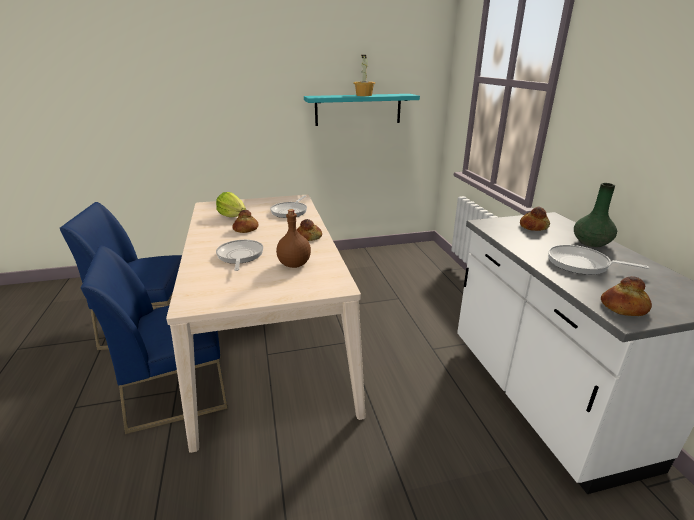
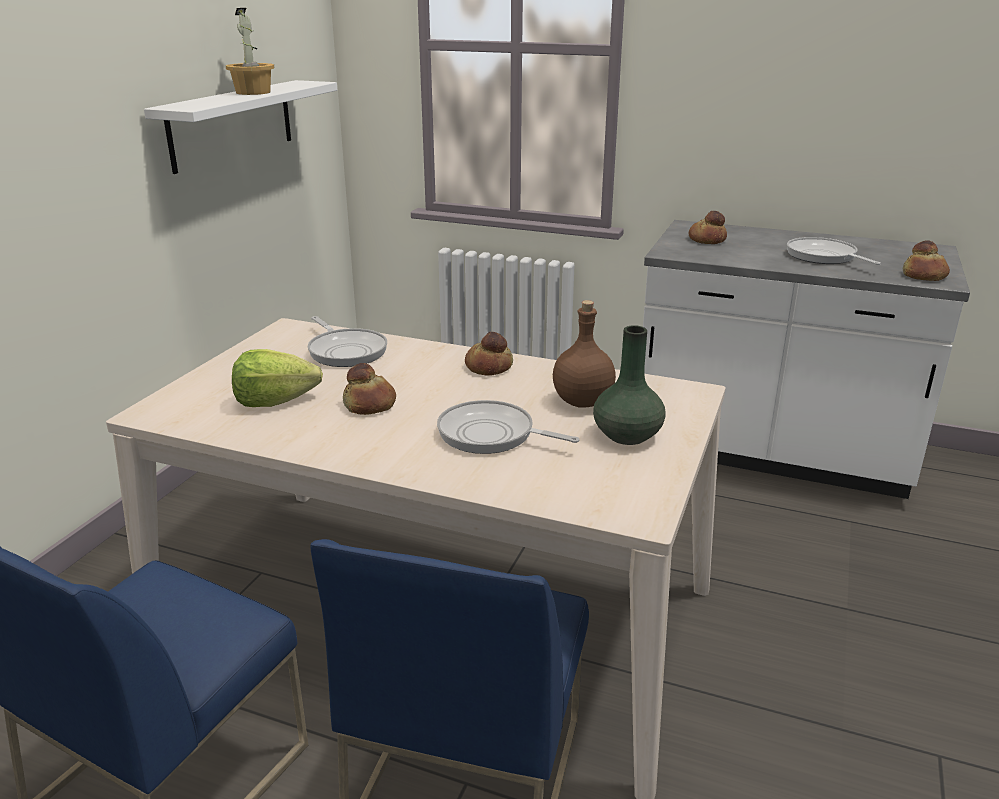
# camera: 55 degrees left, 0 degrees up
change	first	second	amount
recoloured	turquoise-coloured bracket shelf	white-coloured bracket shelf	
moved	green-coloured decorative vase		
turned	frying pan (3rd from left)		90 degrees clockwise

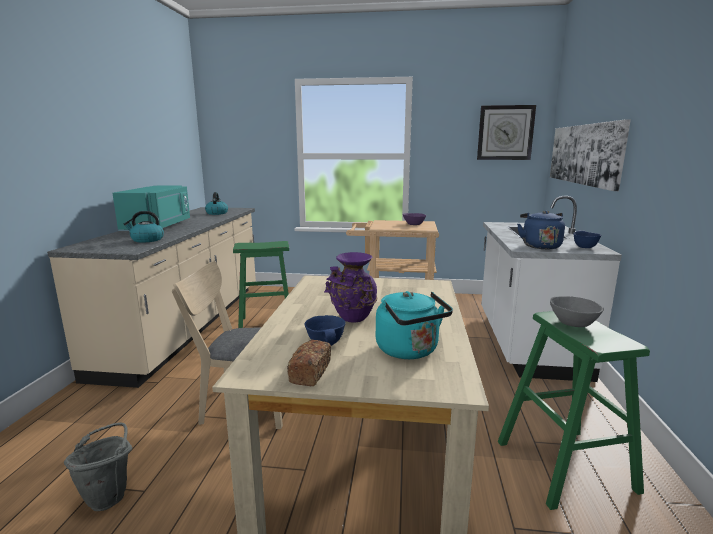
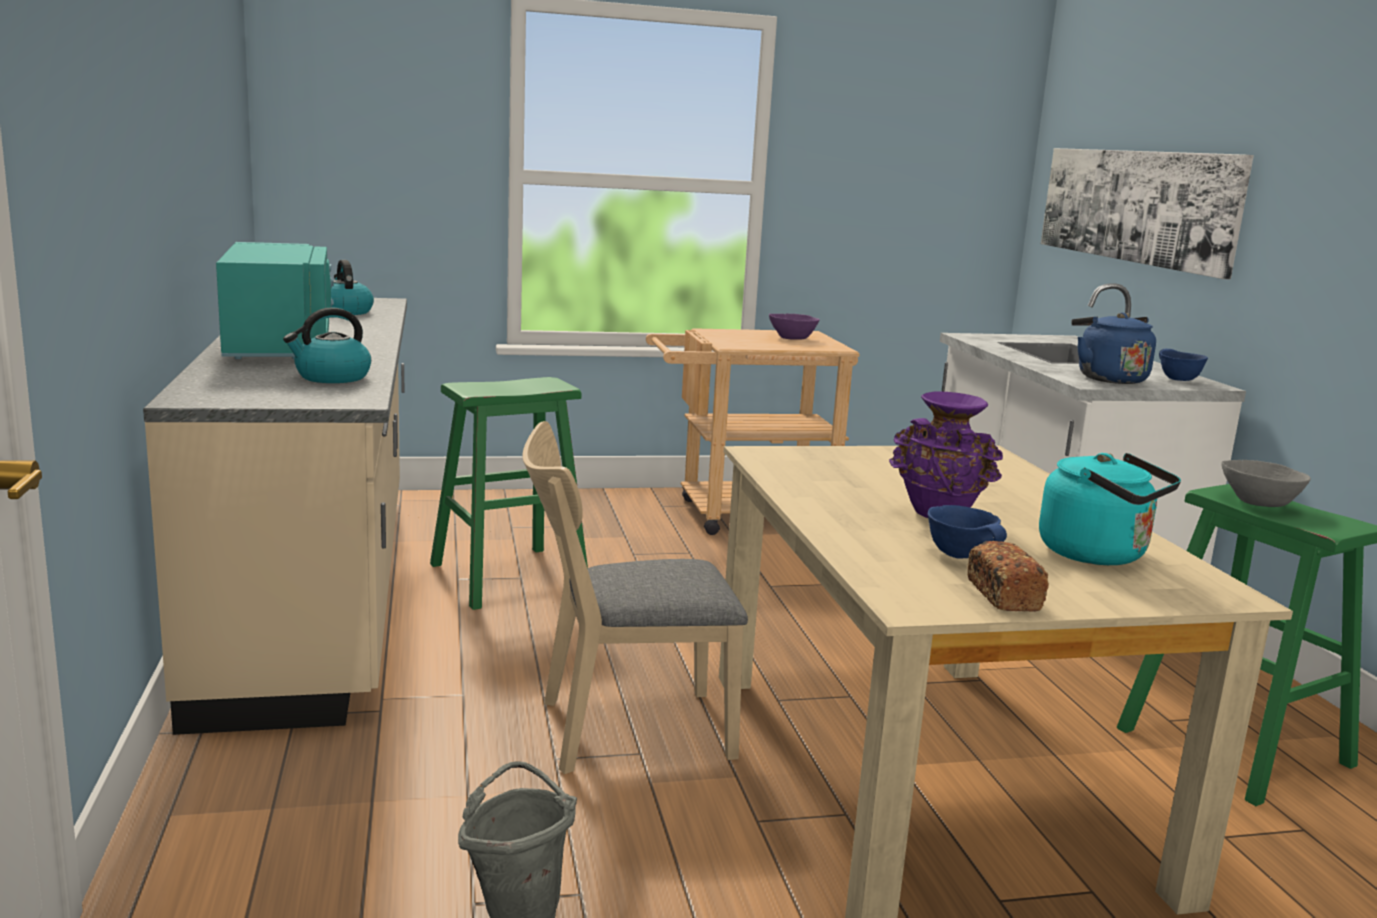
# camera: 20 degrees left, 0 degrees up
change	first	second	amount
removed	wall clock		

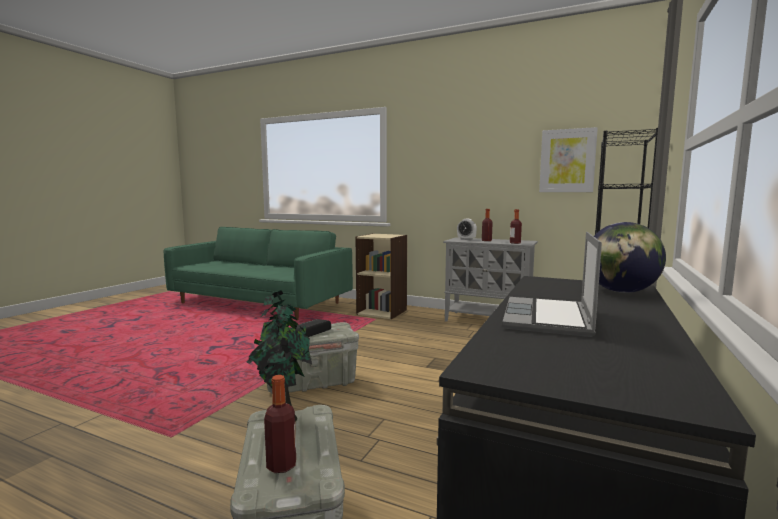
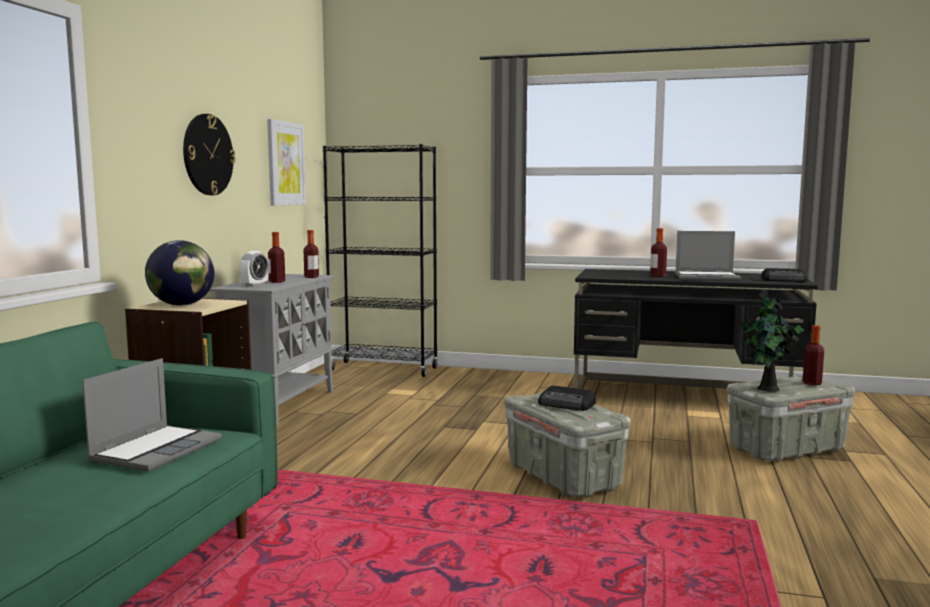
# camera: 100 degrees left, 0 degrees up
change	first	second	amount
moved	globe		
added		wall clock	
added		bottle (3rd from left)	
added		radio set (2nd from left)	
added		portable computer (1st from left)	

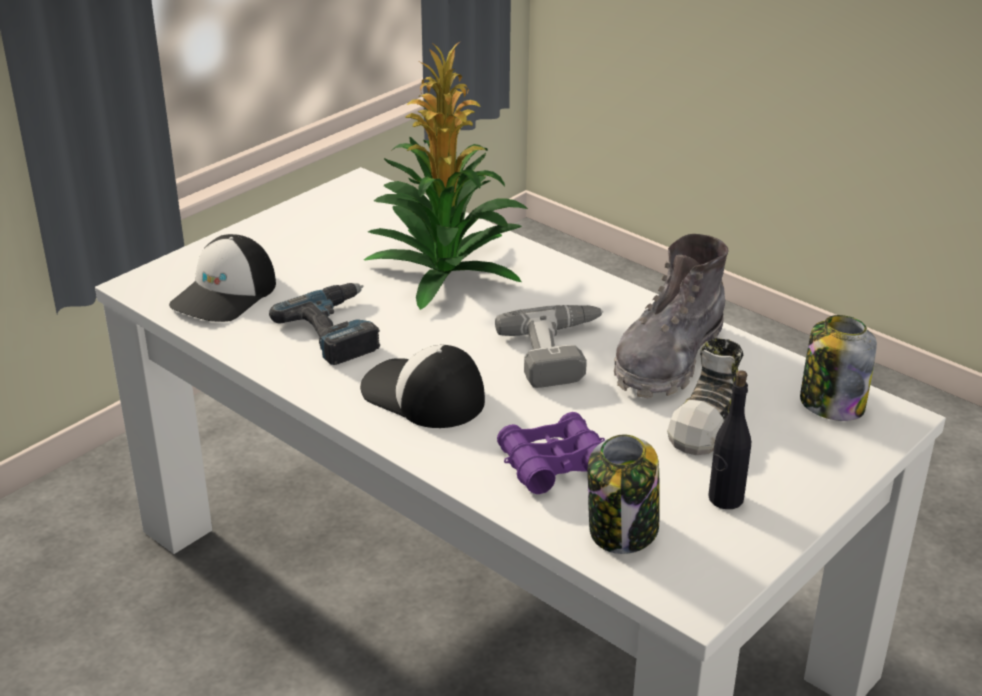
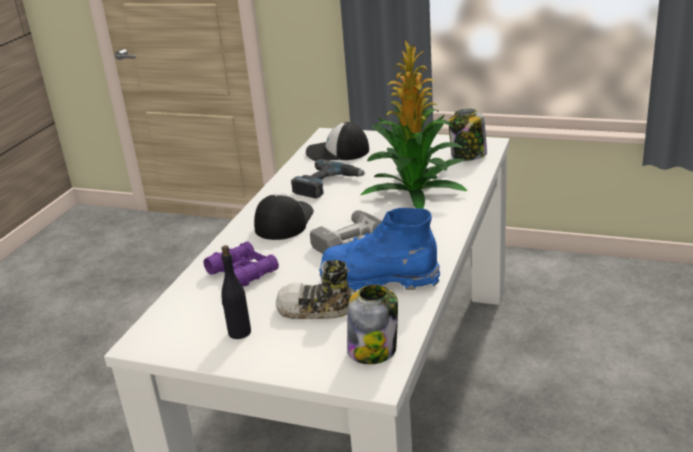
# camera: 70 degrees right, 5 degrees down
change	first	second	amount
recoloured	gray high-top boot	blue high-top boot	
moved	storage jar (1st from left in the first image)	storage jar (2nd from left)	

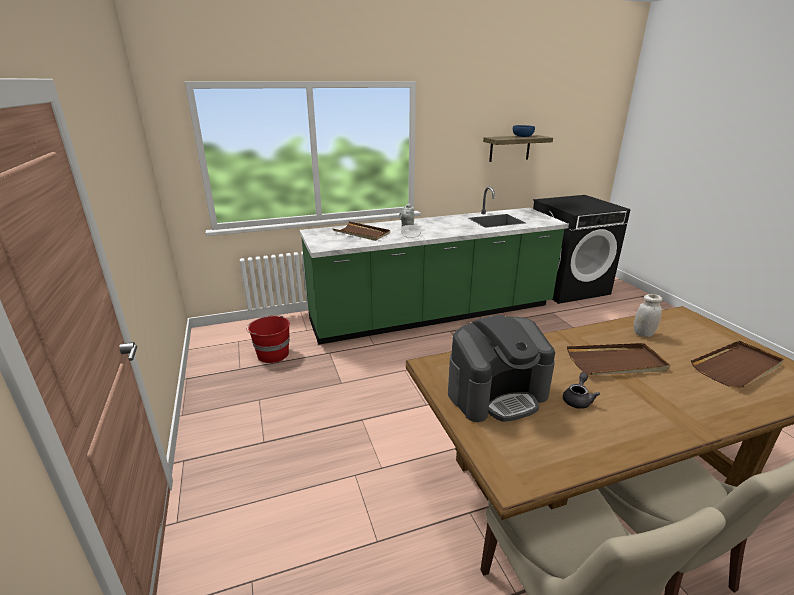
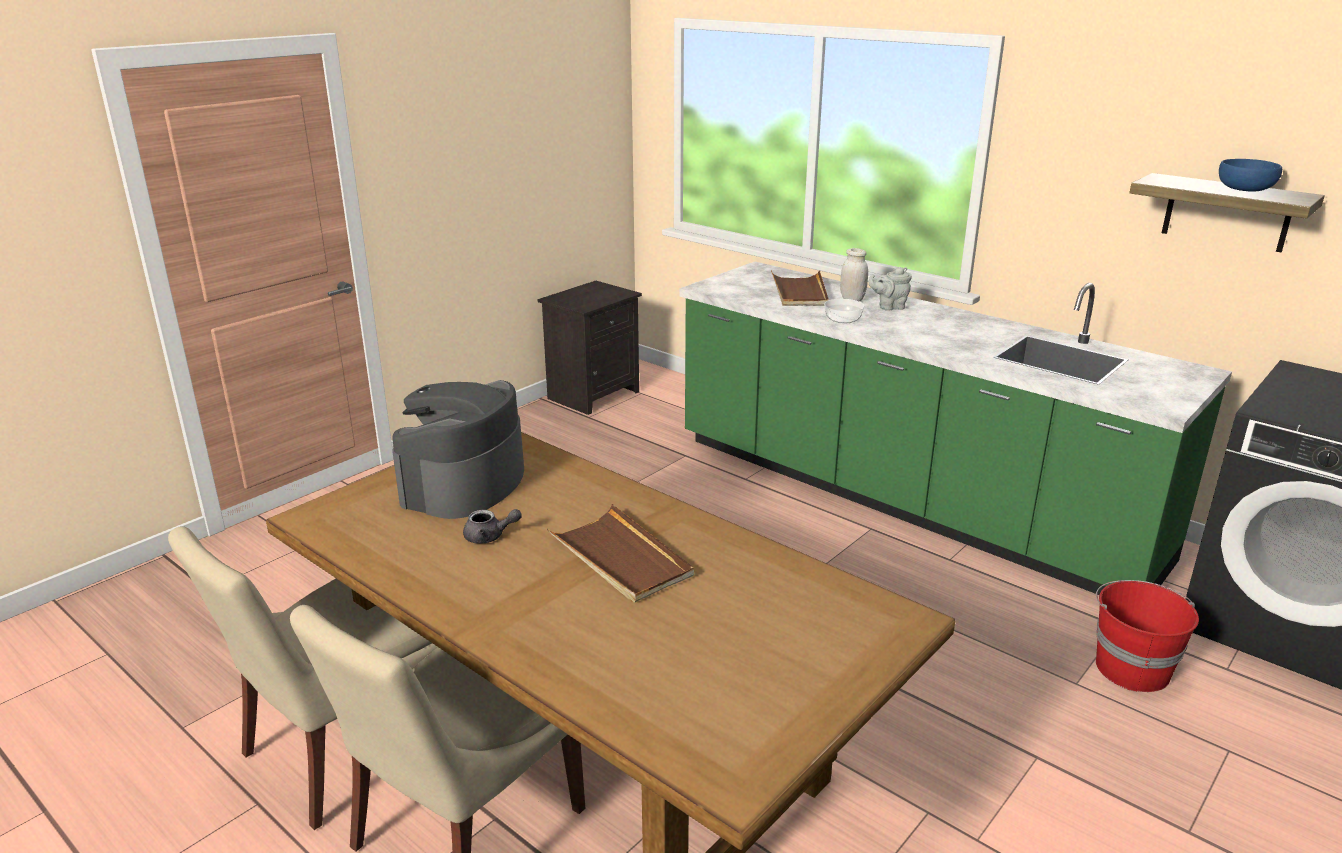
# camera: 60 degrees right, 0 degrees up
change	first	second	amount
moved	white-coloured storage jar		
moved	reddish pail		
turned	coffee machine		75 degrees clockwise
removed	brown-coloured carrying tray (3rd from left)		
added		blackish night table	

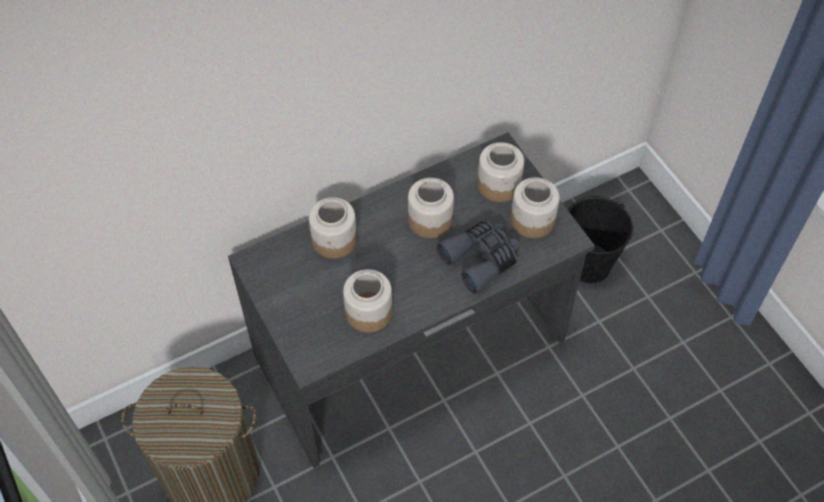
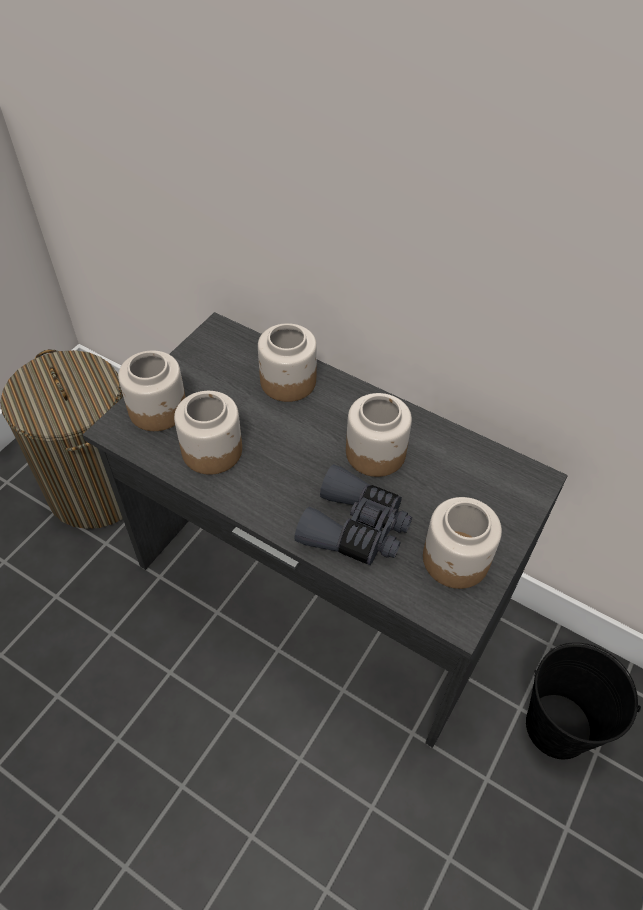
# camera: 60 degrees right, 5 degrees down
change	first	second	amount
moved	storage jar (4th from left in the first image)	storage jar (1st from left)	

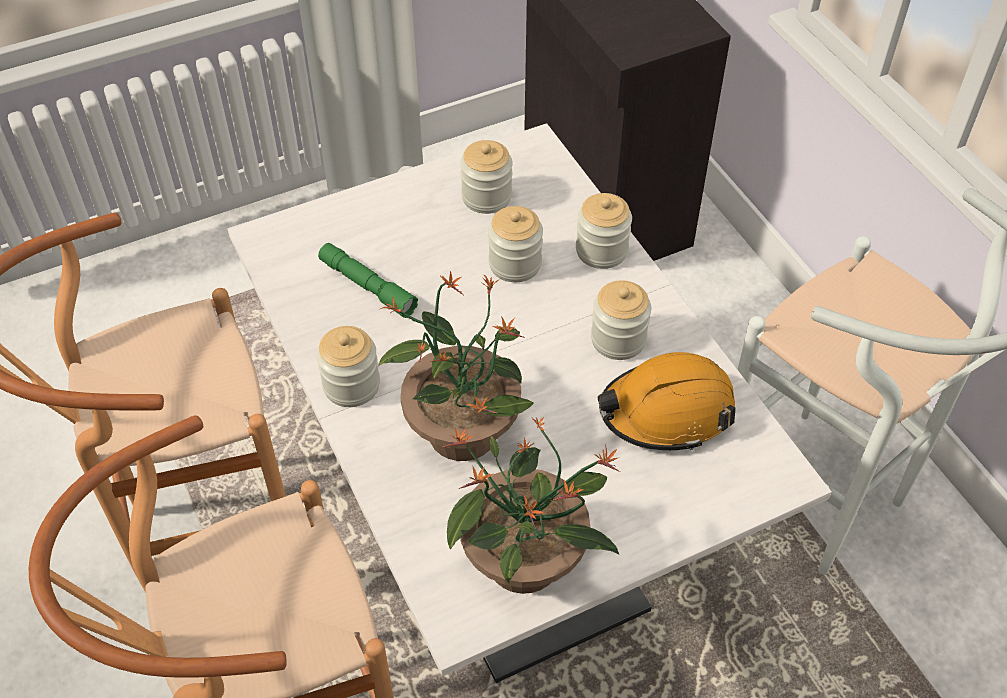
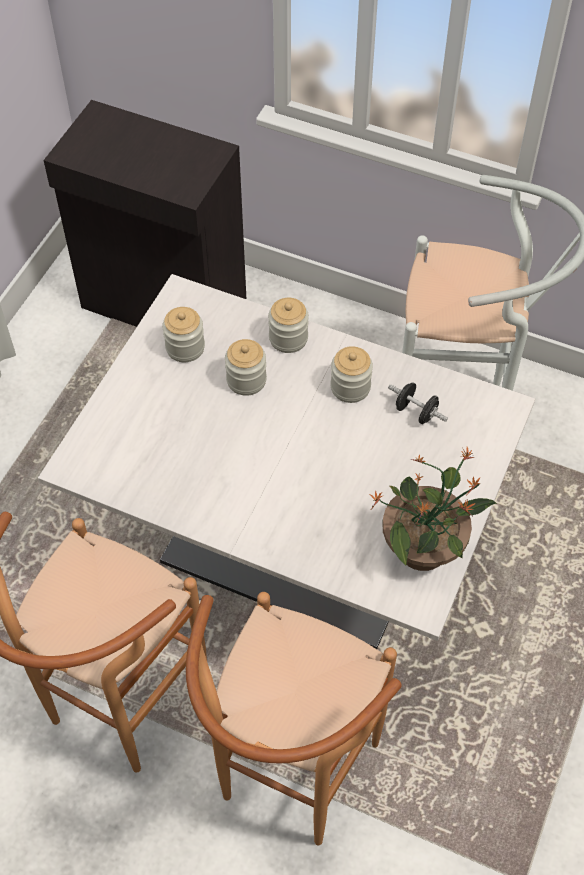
# camera: 40 degrees left, 5 degrees up
change	first	second	amount
removed	green-coloured flashlight		
removed	plant in a pot (1st from left)		
removed	storage jar (1st from left)		
replaced	orange safety helmet	blackish free weight	

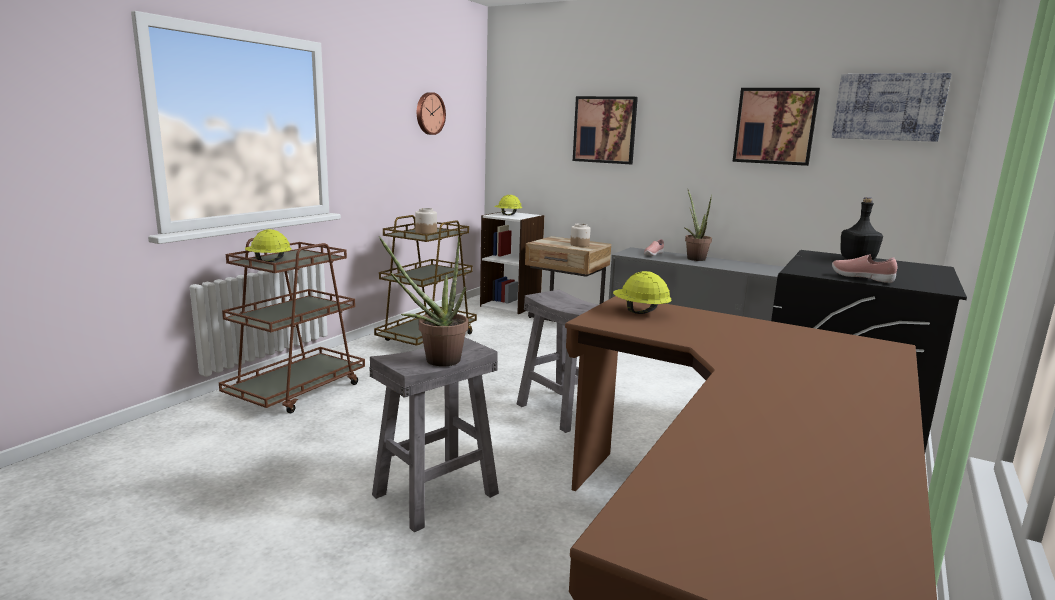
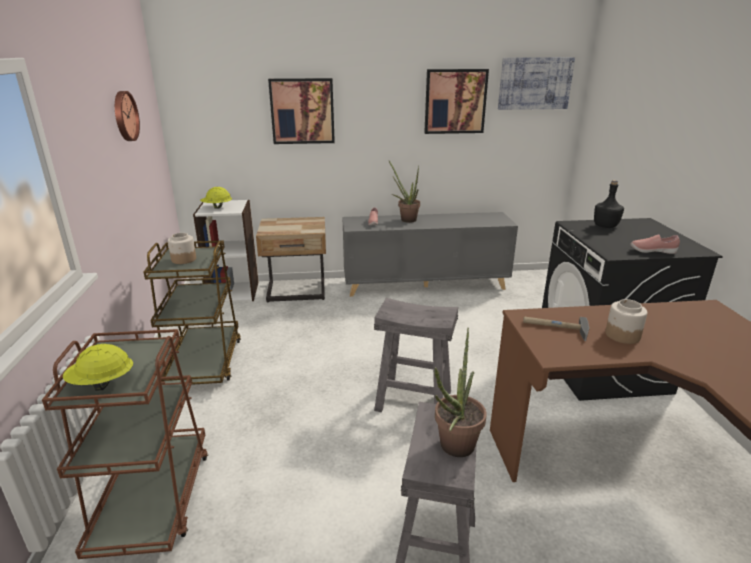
# camera: 35 degrees left, 10 degrees up
change	first	second	amount
moved	storage jar (2nd from left)		
replaced	yellow safety helmet (3rd from left)	hammer	

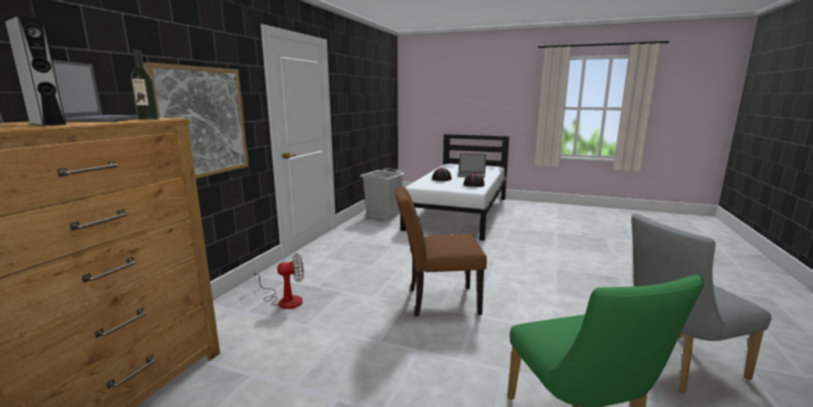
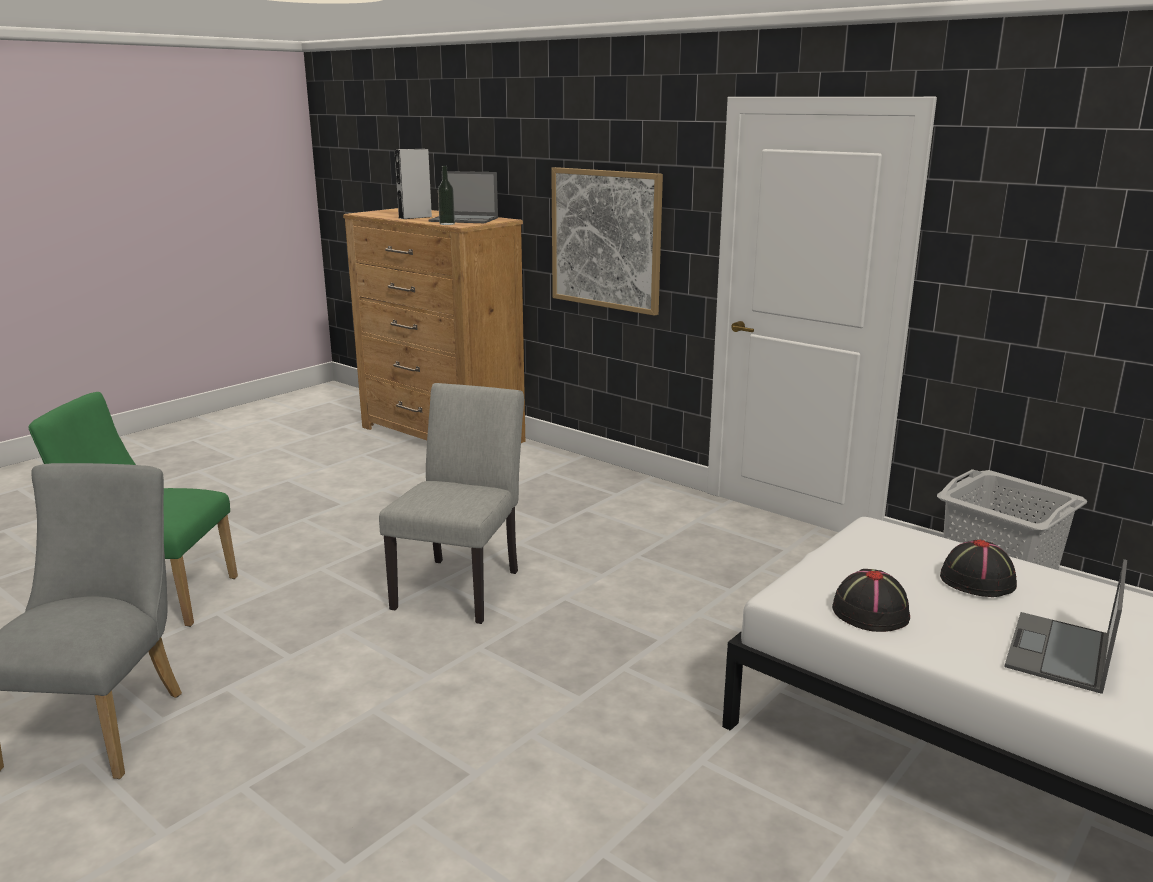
# camera: 110 degrees right, 5 degrees up
change	first	second	amount
recoloured	brown-coloured plain chair	gray plain chair (2nd from left)	
removed	cooling fan		

